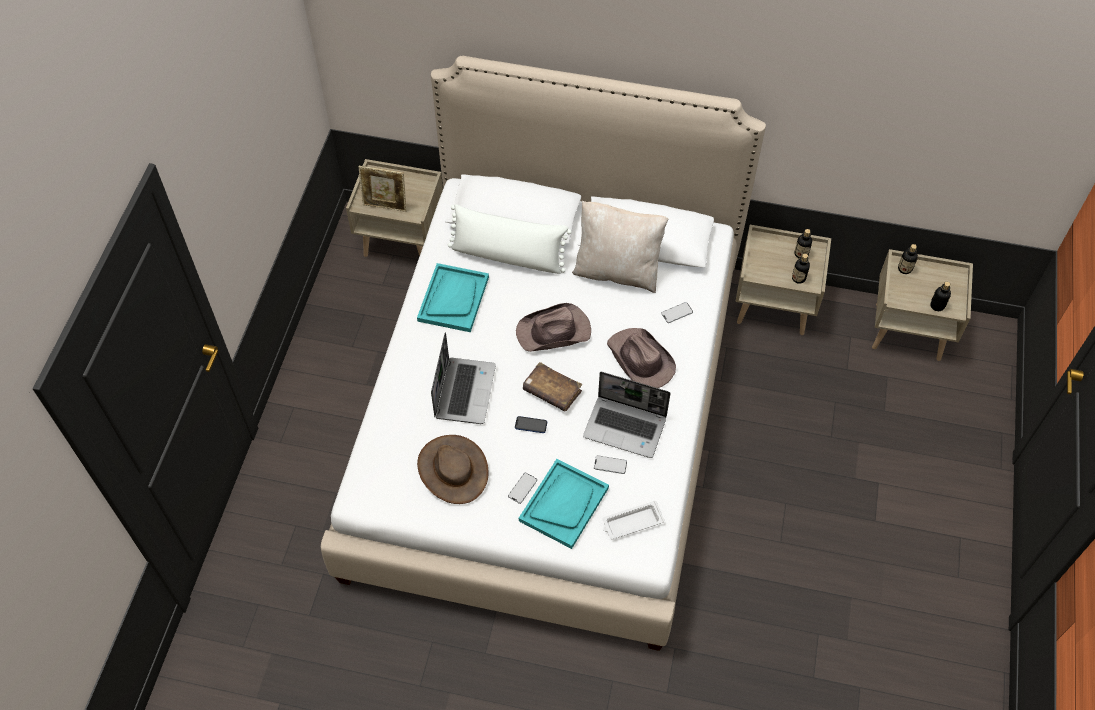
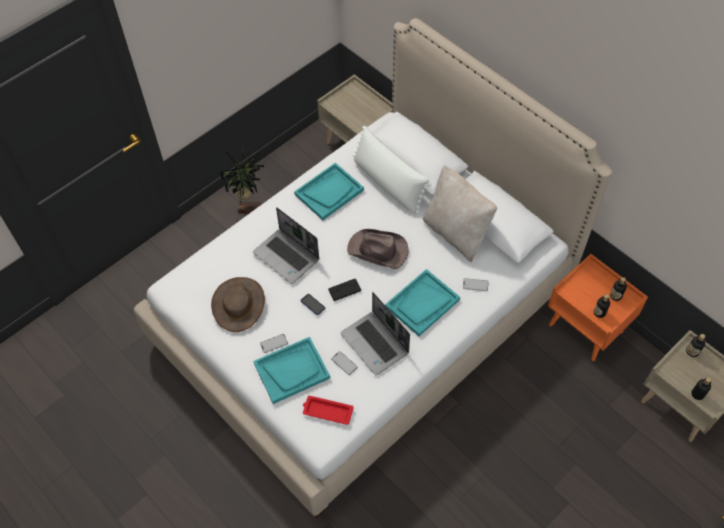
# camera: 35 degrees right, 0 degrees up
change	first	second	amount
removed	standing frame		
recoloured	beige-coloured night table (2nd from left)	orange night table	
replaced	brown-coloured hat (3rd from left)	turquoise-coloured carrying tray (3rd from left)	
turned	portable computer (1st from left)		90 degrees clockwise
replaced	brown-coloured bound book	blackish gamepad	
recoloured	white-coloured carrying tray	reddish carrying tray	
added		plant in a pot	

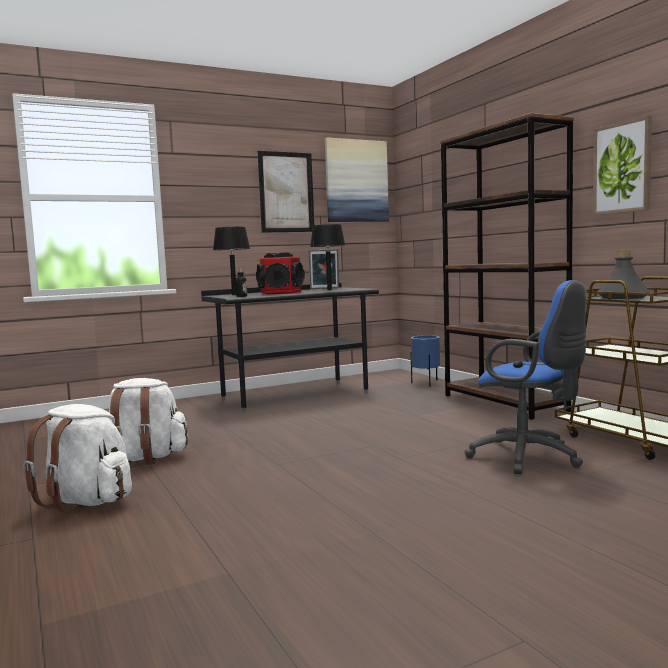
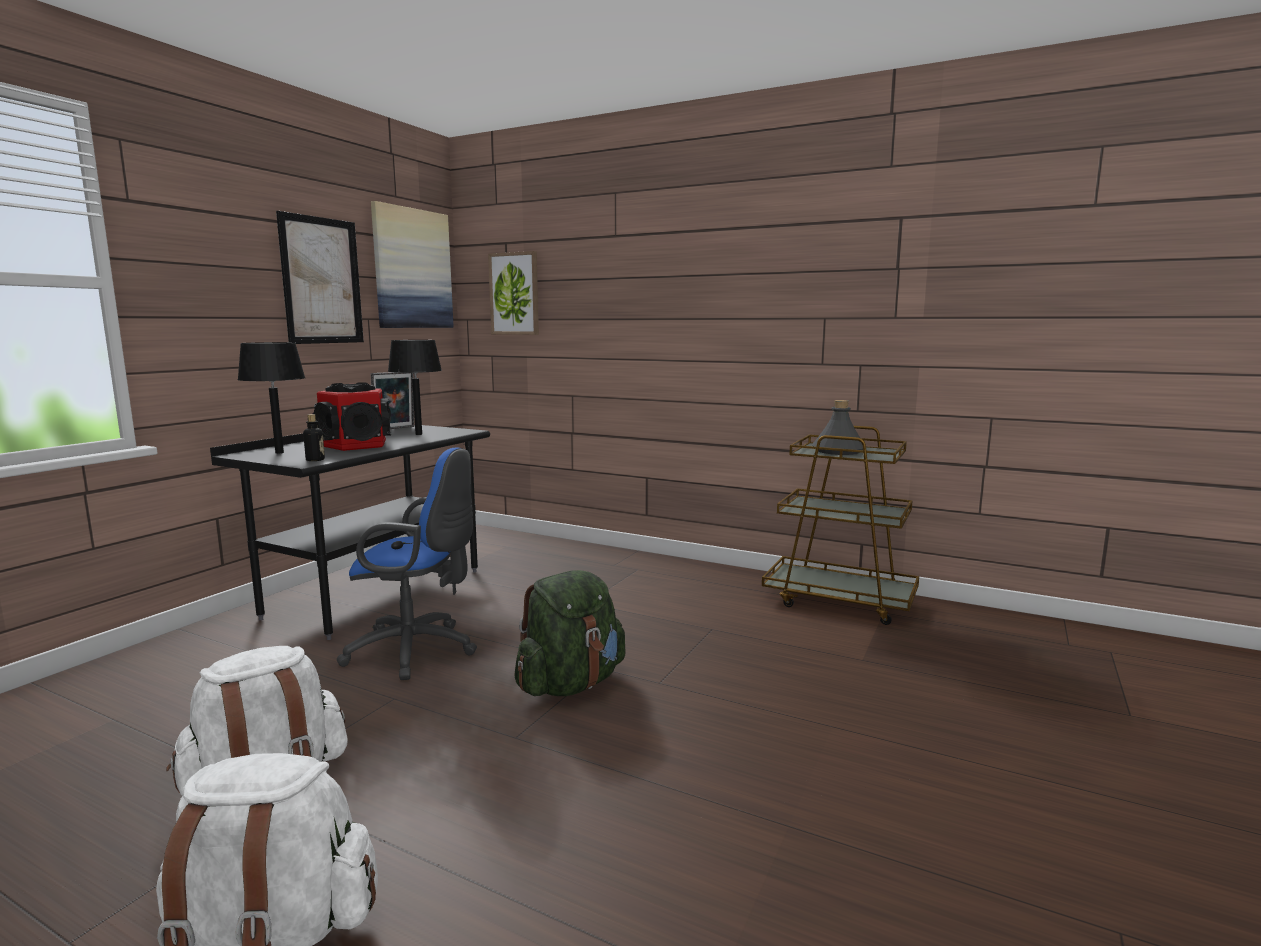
# camera: 35 degrees left, 5 degrees up
change	first	second	amount
removed	brown-coloured bookshelf		
moved	wall picture (3rd from left)		
moved	blue computer chair		
removed	blue plant pot		
added		green-coloured knapsack	

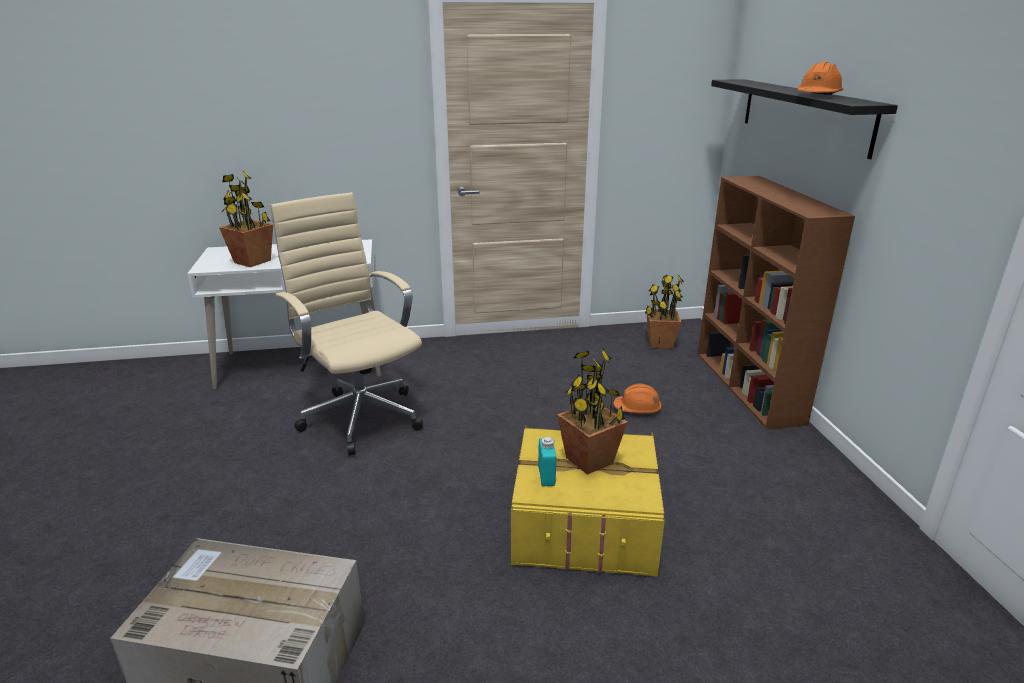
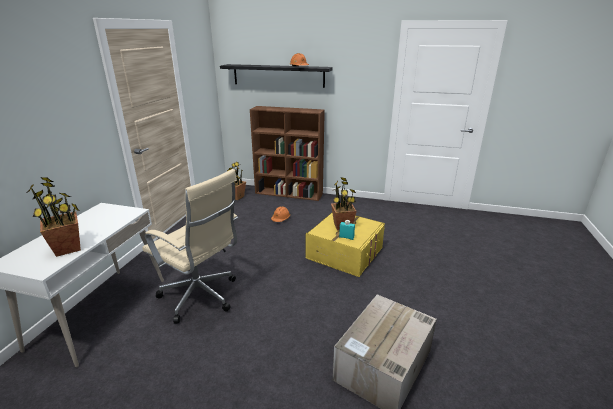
# camera: 65 degrees left, 0 degrees up
change	first	second	amount
turned	beige-coloured computer chair		135 degrees counterclockwise

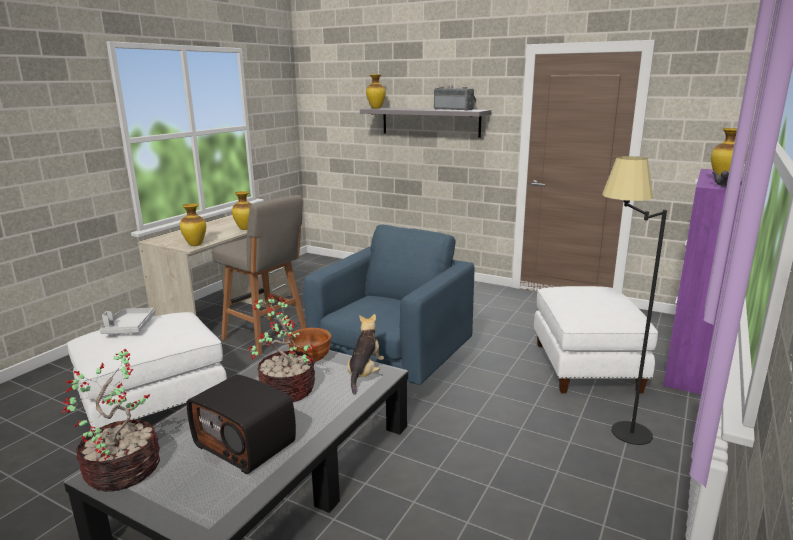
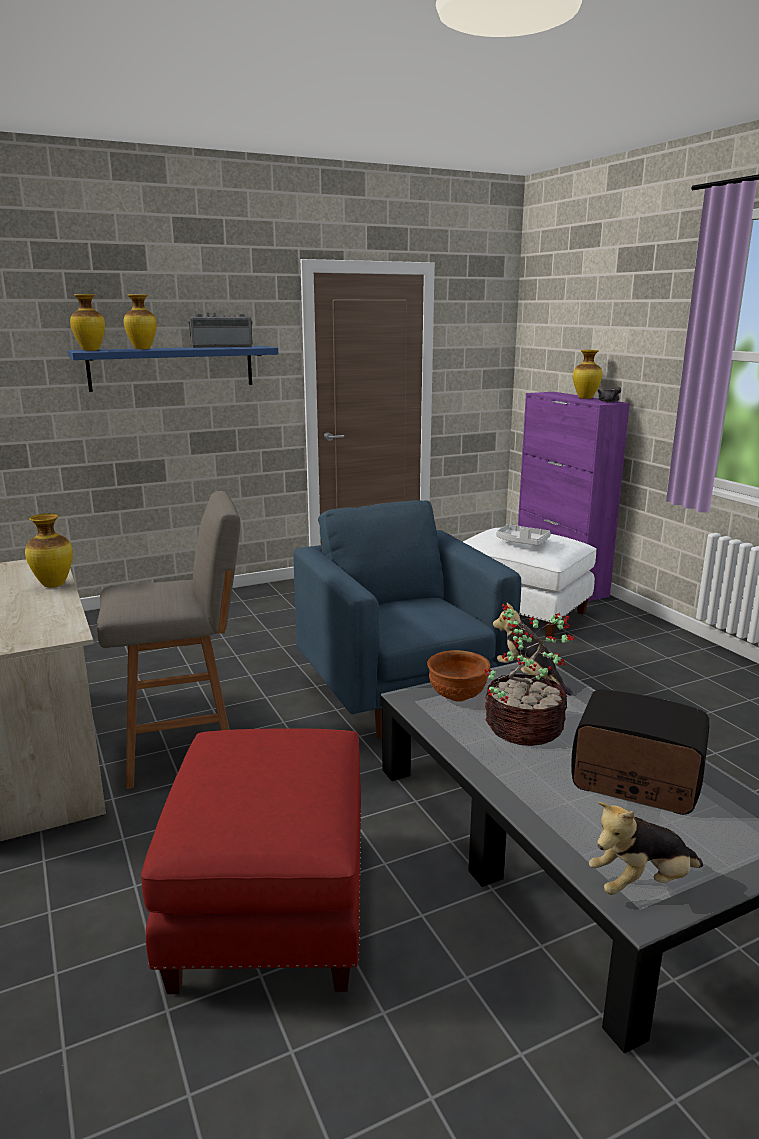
# camera: 55 degrees left, 0 degrees up
change	first	second	amount
recoloured	gray bracket shelf	blue bracket shelf	
removed	blackish standard lamp		
moved	decorative vase (1st from left in the first image)	decorative vase (3rd from left)	
moved	gray carrying tray		
recoloured	white-coloured footrest (1st from left)	reddish footrest	
replaced	plant in a pot (1st from left)	soft toy (2nd from left)	
turned	radio set (1st from left in the first image)	radio set (2nd from left)	135 degrees counterclockwise

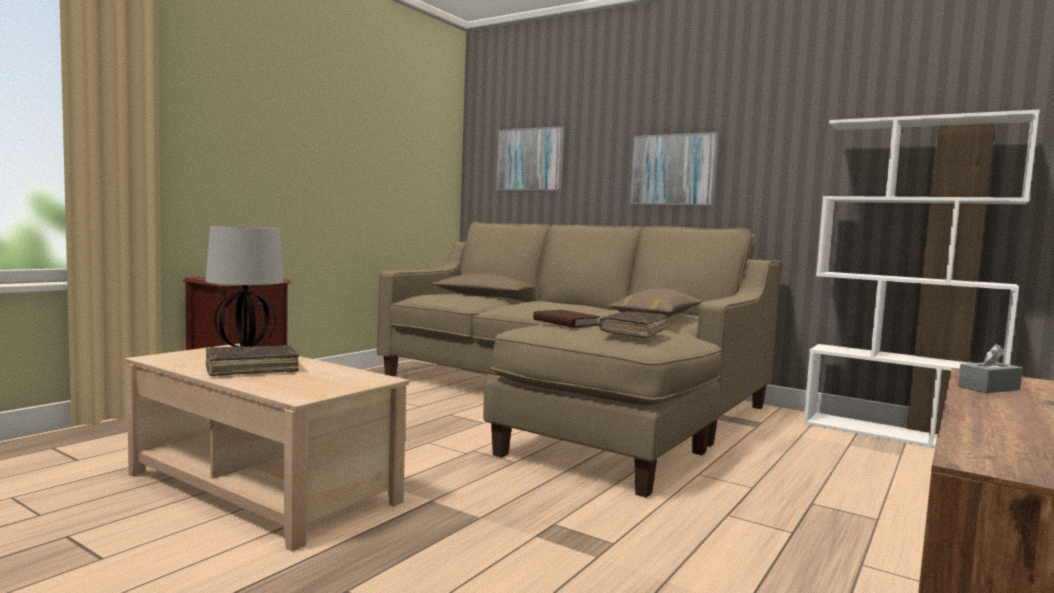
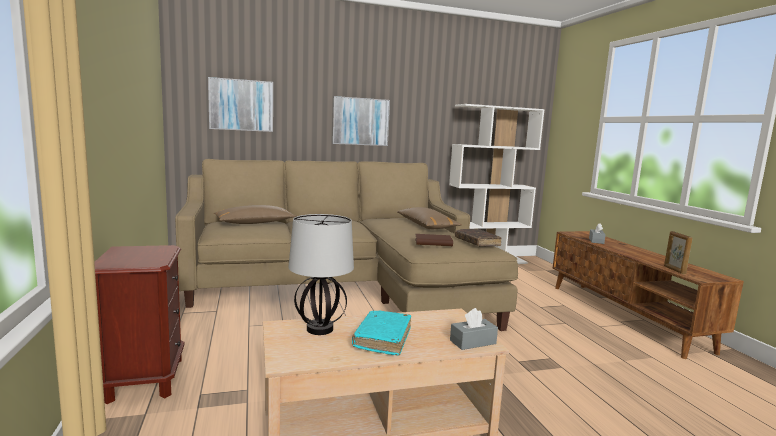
# camera: 50 degrees left, 5 degrees up
change	first	second	amount
recoloured	brown-coloured bound book (1st from left)	turquoise-coloured bound book	
added		standing frame	
added		gray tissue box (1st from left)	

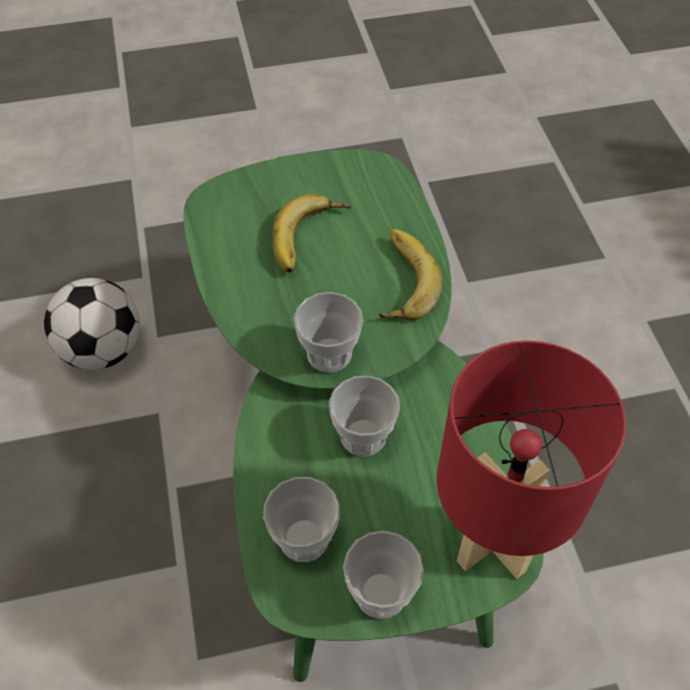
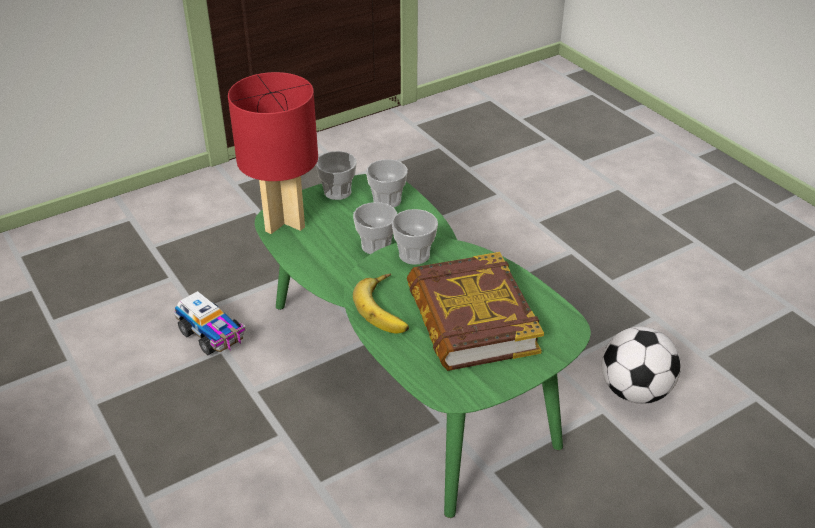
# camera: 160 degrees right, 15 degrees down
change	first	second	amount
replaced	banana fruit (1st from left)	bound book	
added		model truck	

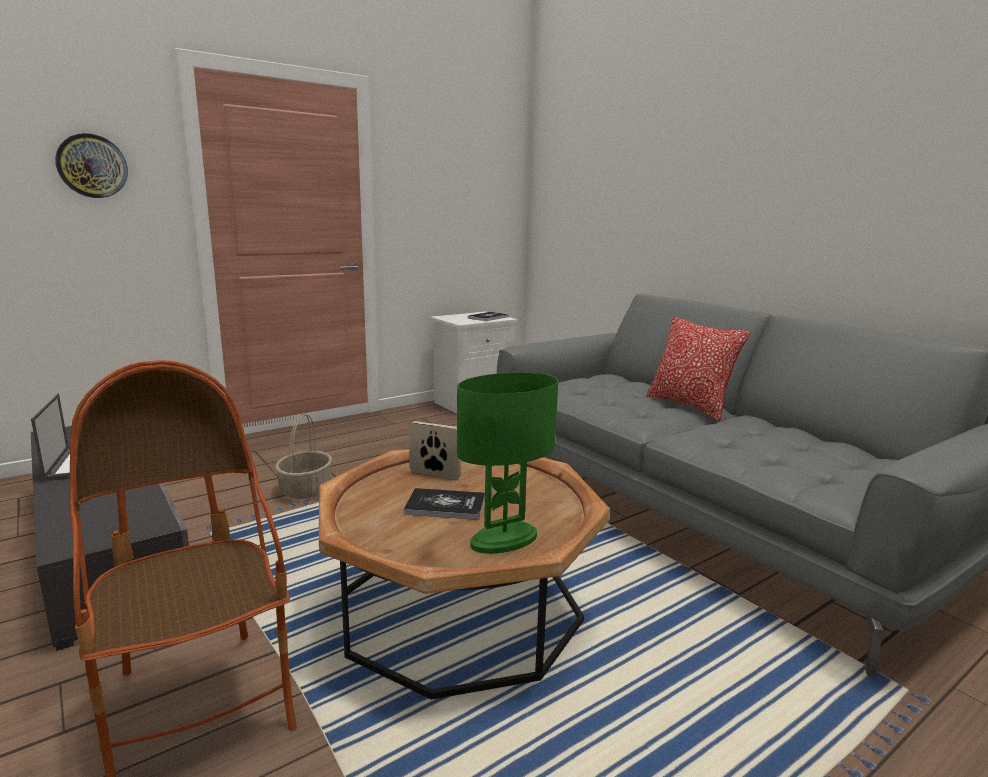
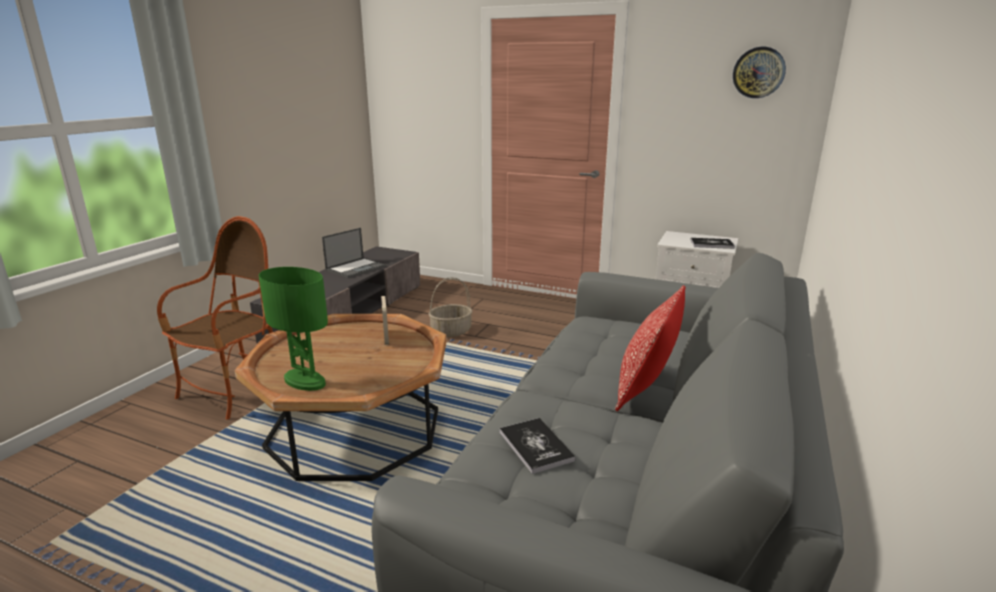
# camera: 60 degrees right, 5 degrees up
change	first	second	amount
moved	wall clock		
moved	bound book (1st from left)		

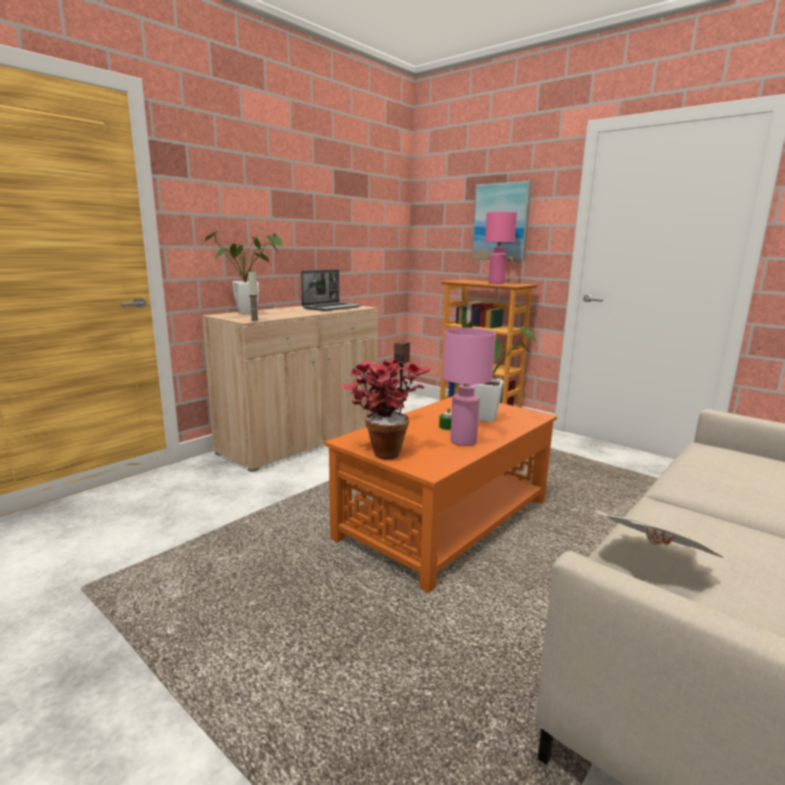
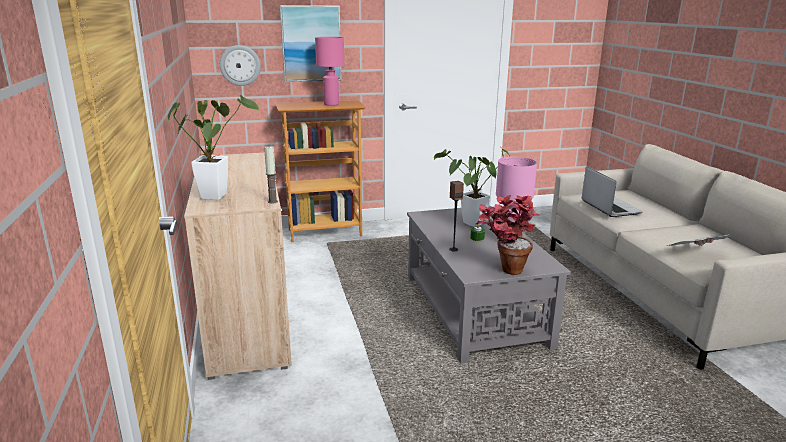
# camera: 55 degrees left, 5 degrees up
change	first	second	amount
moved	portable computer		
recoloured	orange coffee table	gray coffee table	
added		wall clock	

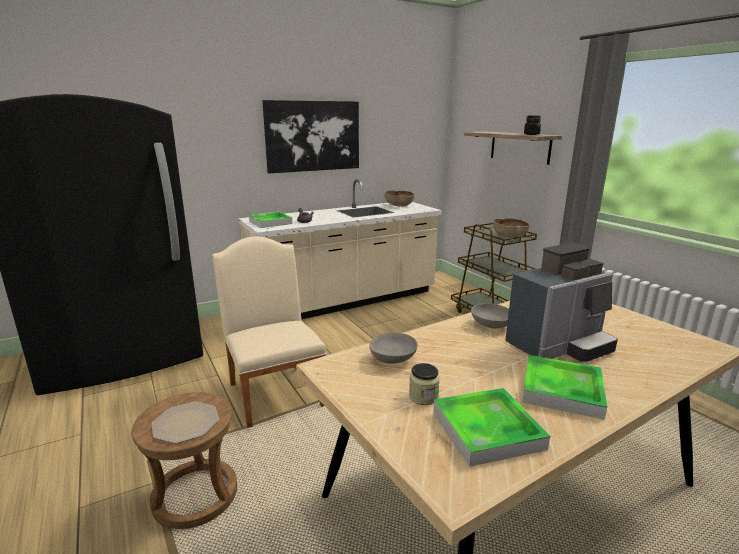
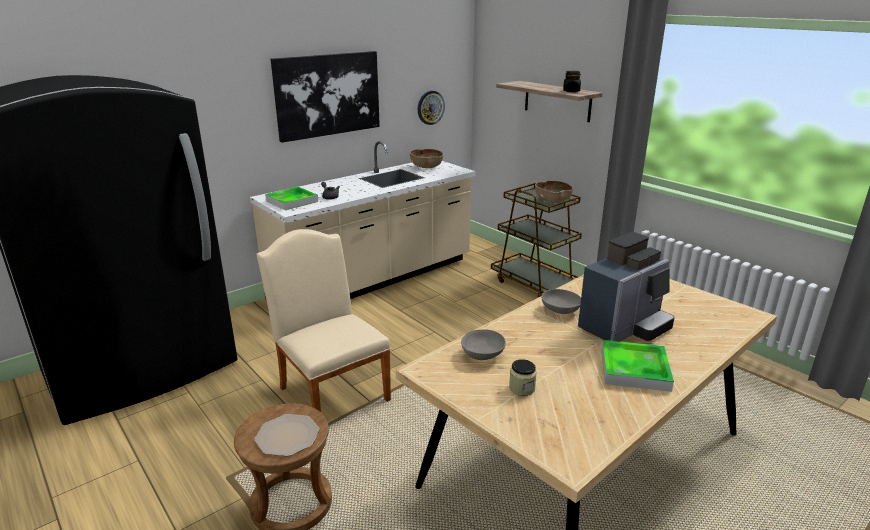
# camera: 10 degrees left, 5 degrees up
change	first	second	amount
removed	carrying tray (2nd from left)		
added		wall clock	

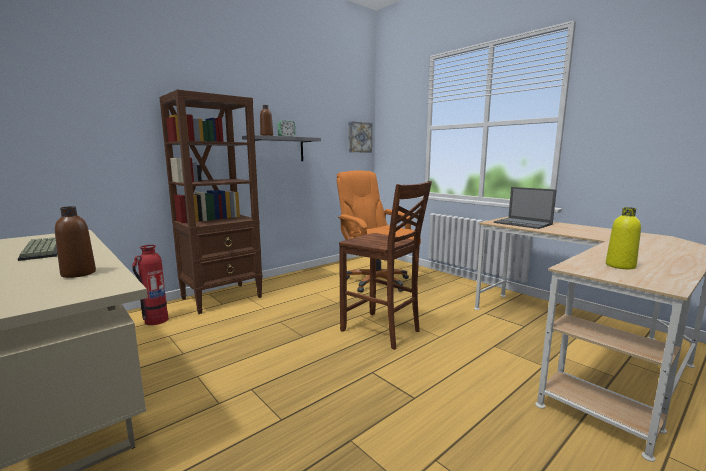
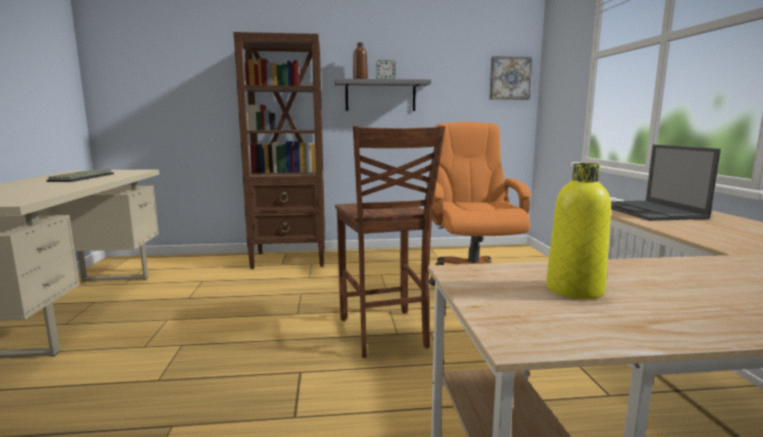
# camera: 35 degrees right, 0 degrees up
change	first	second	amount
removed	brown-coloured bottle (1st from left)		
removed	fire extinguisher		

